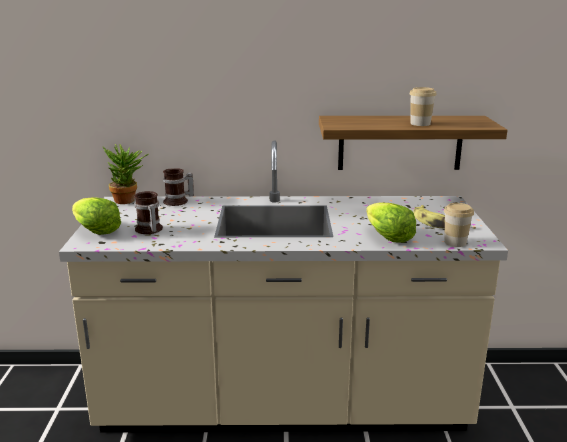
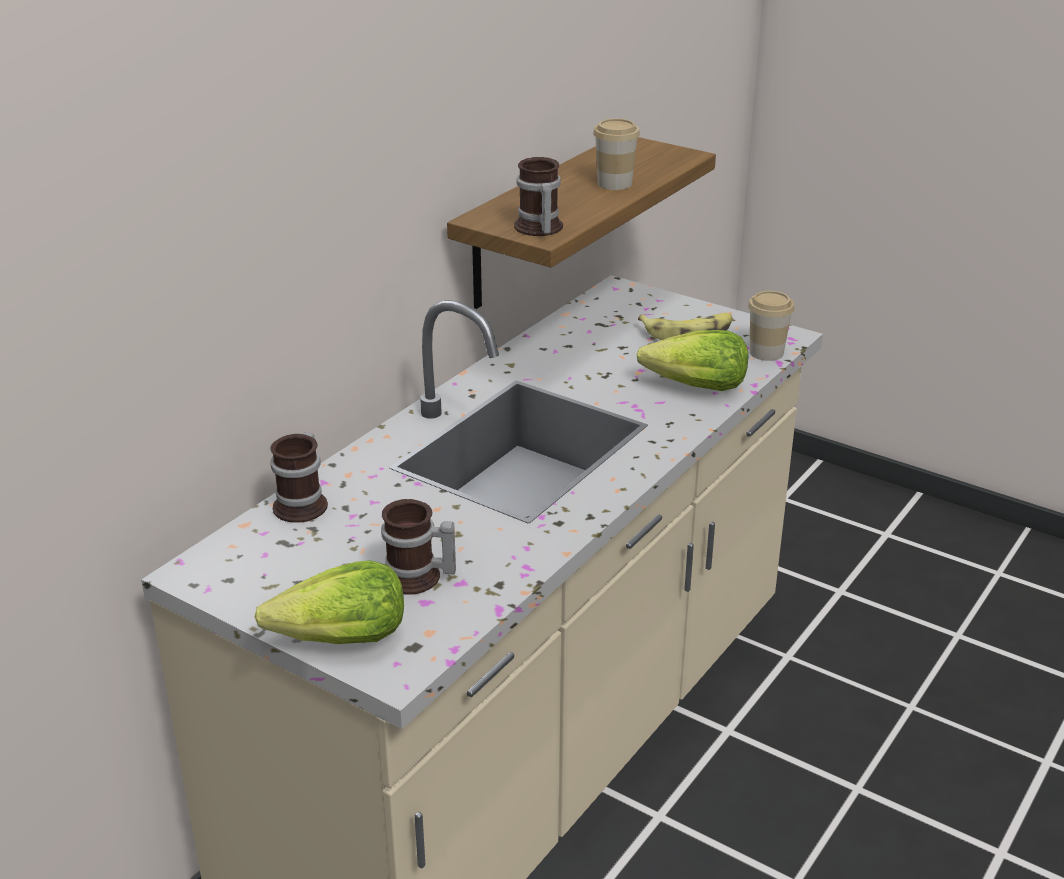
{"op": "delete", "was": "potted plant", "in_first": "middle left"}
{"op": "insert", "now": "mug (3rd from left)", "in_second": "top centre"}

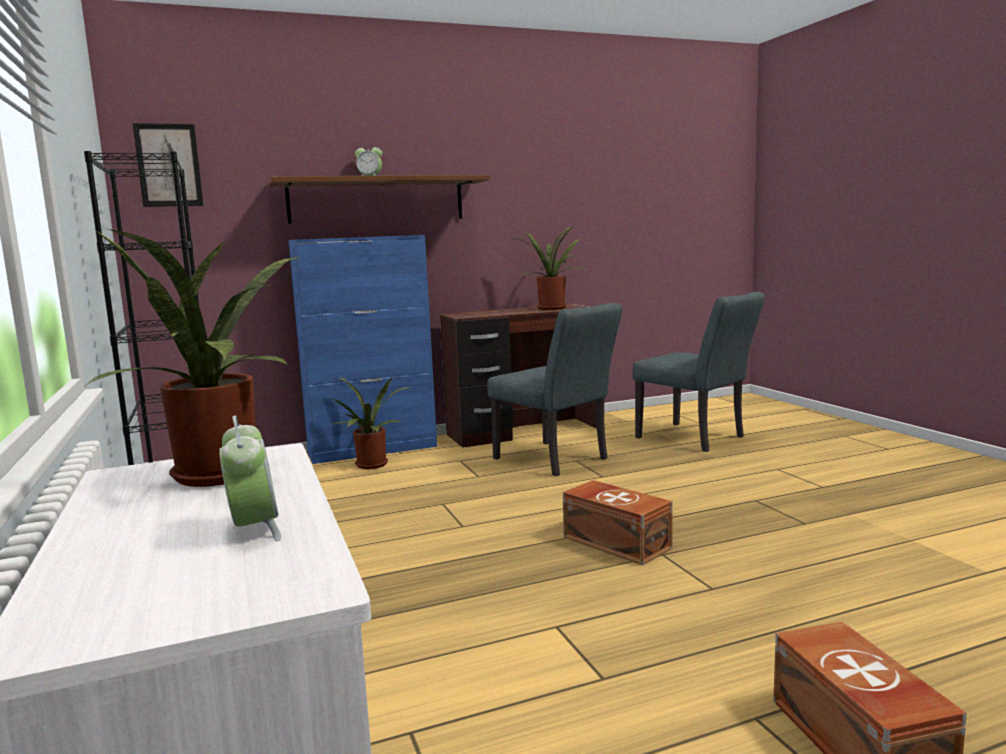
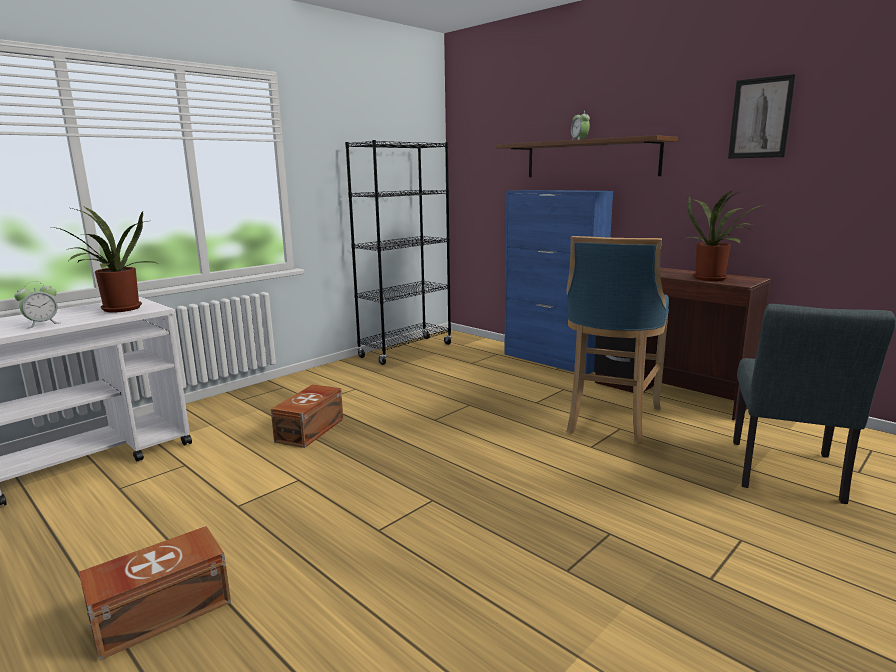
{"op": "move", "was": "picture", "in_first": "top left", "in_second": "top right"}
{"op": "delete", "was": "potted plant (2nd from left)", "in_first": "centre"}
{"op": "replace", "was": "grey chair (1st from left)", "now": "blue stool", "in_first": "centre", "in_second": "middle right"}
{"op": "move", "was": "brown storage box (1st from left in the first image)", "now": "brown storage box (2nd from left)", "in_first": "bottom centre", "in_second": "centre"}

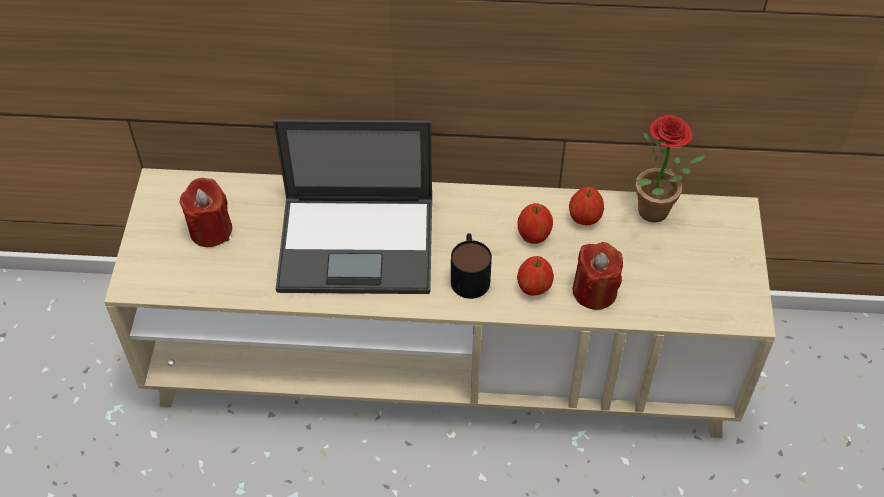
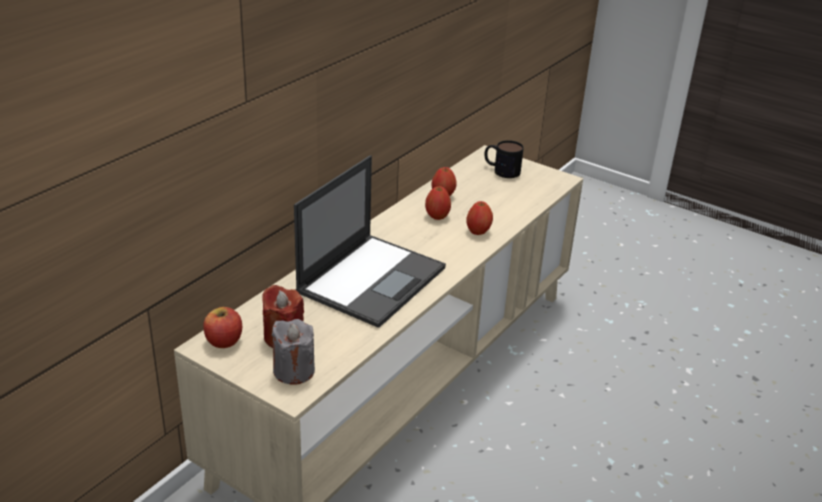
{"op": "move", "was": "mug", "in_first": "centre", "in_second": "top centre"}
{"op": "delete", "was": "red candle (2nd from left)", "in_first": "middle right"}
{"op": "delete", "was": "potted plant", "in_first": "middle right"}
{"op": "insert", "now": "apple (1st from left)", "in_second": "middle left"}
{"op": "insert", "now": "grey candle", "in_second": "bottom centre"}

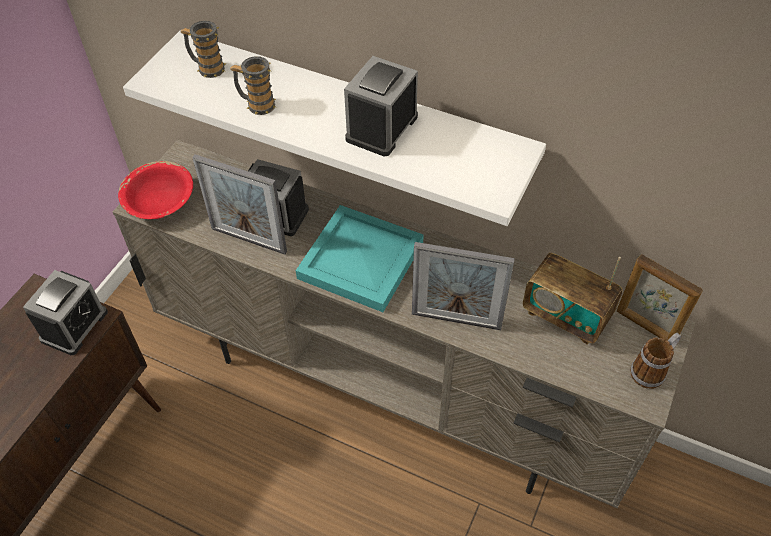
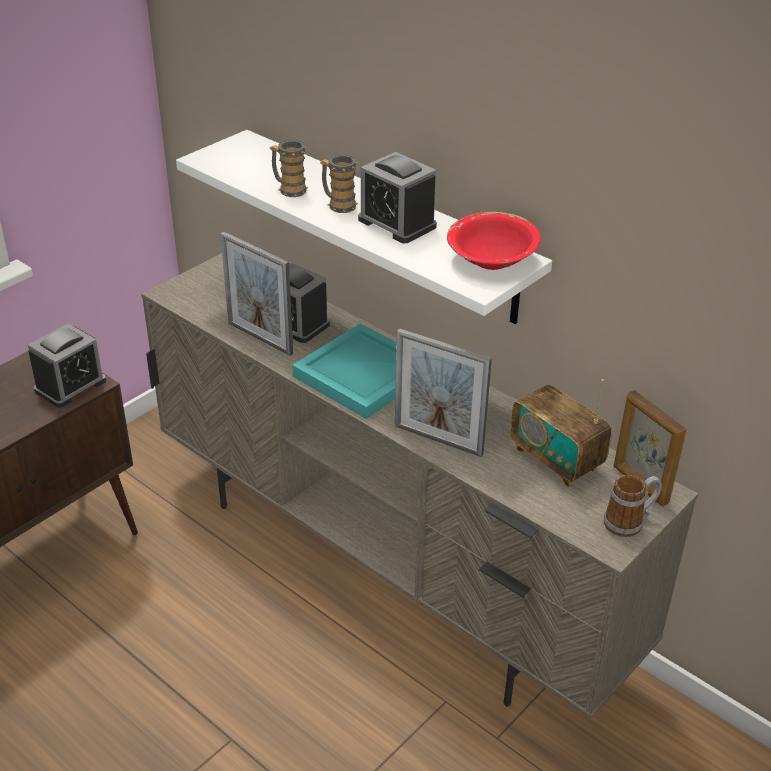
{"op": "move", "was": "red bowl", "in_first": "middle left", "in_second": "top centre"}
{"op": "move", "was": "mug (1st from left in the first image)", "now": "mug (2nd from left)", "in_first": "top left", "in_second": "top centre"}
{"op": "rotate", "was": "alarm clock (3rd from left)", "in_first": "top centre", "in_second": "top centre", "clockwise": -90}

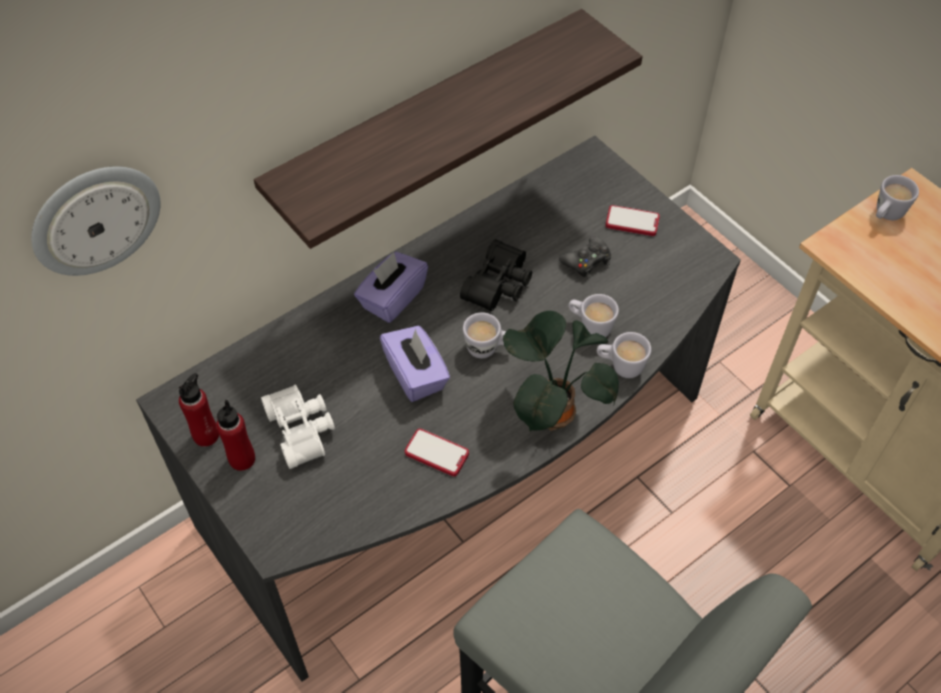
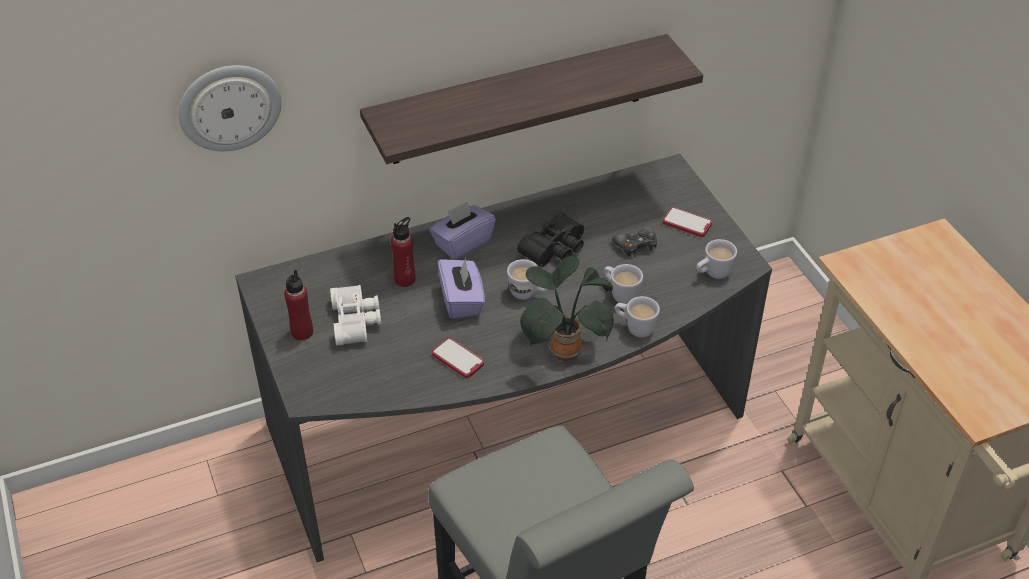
{"op": "move", "was": "red bottle (1st from left in the first image)", "now": "red bottle (2nd from left)", "in_first": "middle left", "in_second": "centre"}
{"op": "move", "was": "white mug (4th from left)", "in_first": "top right", "in_second": "middle right"}

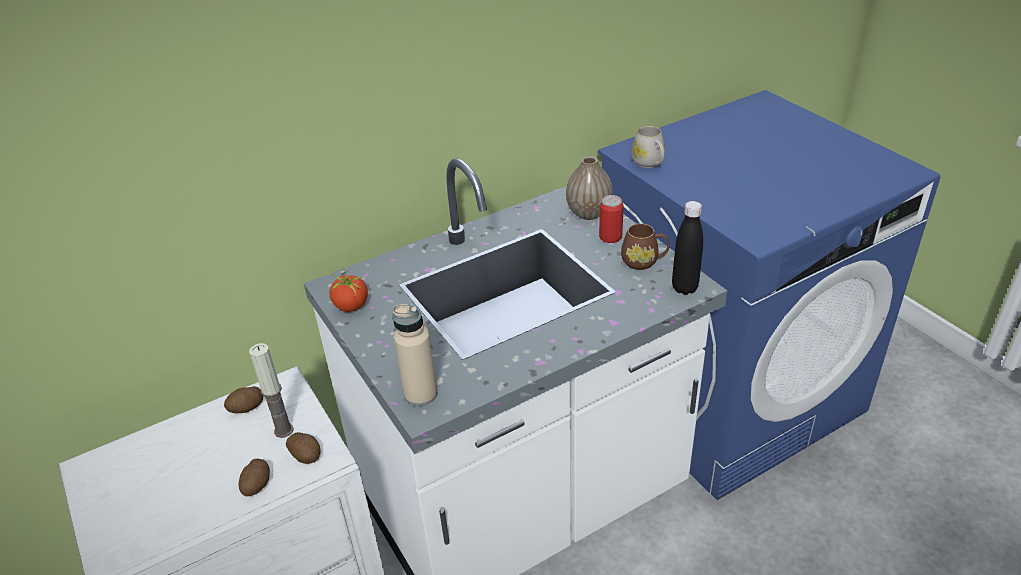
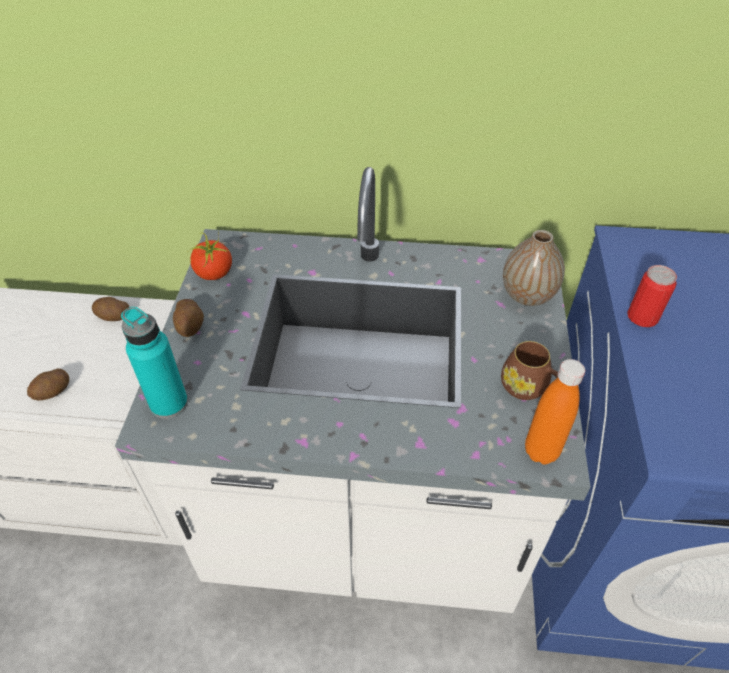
{"op": "delete", "was": "candle", "in_first": "bottom left"}
{"op": "move", "was": "potato (3rd from left)", "in_first": "bottom left", "in_second": "middle left"}
{"op": "recolor", "was": "beige bottle", "now": "turquoise bottle", "in_first": "centre", "in_second": "middle left"}
{"op": "move", "was": "can", "in_first": "centre", "in_second": "middle right"}
{"op": "delete", "was": "white mug", "in_first": "top centre"}
{"op": "recolor", "was": "black bottle", "now": "orange bottle", "in_first": "middle right", "in_second": "middle right"}

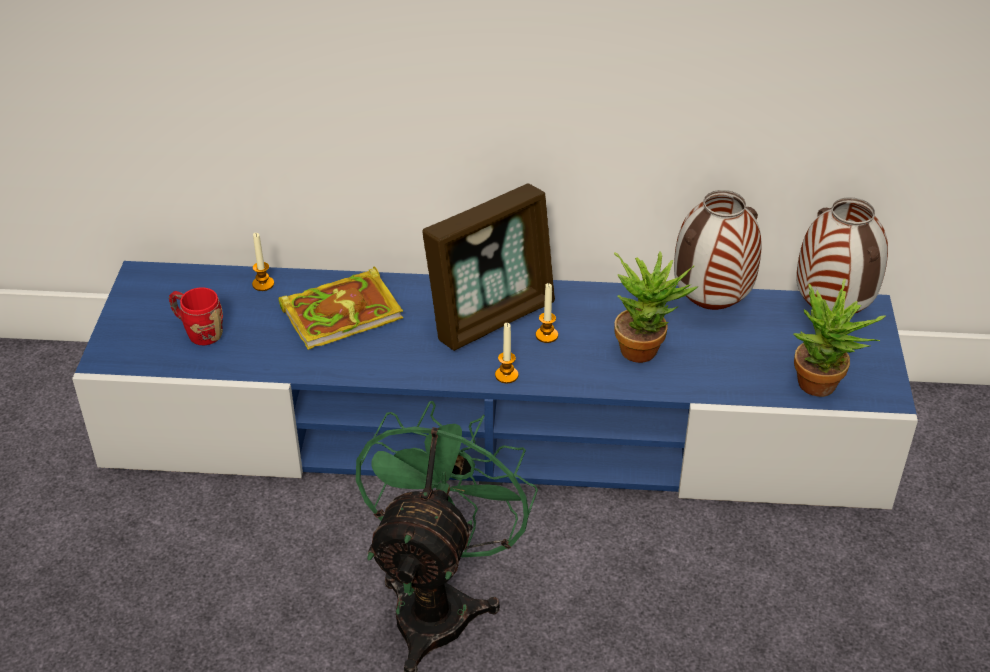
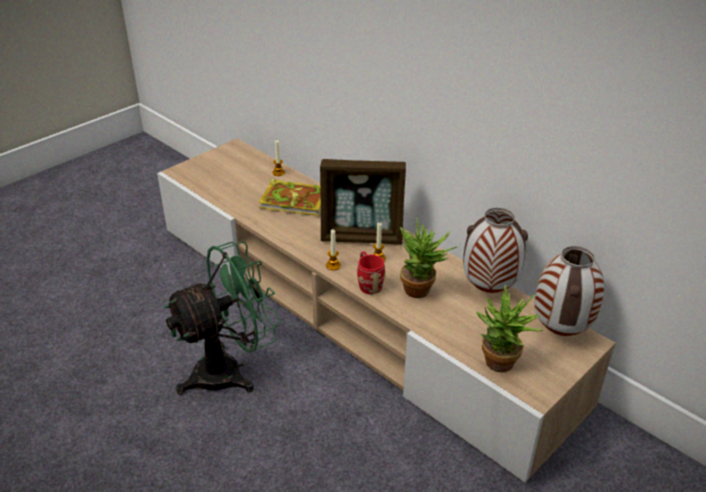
{"op": "recolor", "was": "blue tv stand", "now": "beige tv stand", "in_first": "centre", "in_second": "centre"}
{"op": "move", "was": "red mug", "in_first": "middle left", "in_second": "centre"}

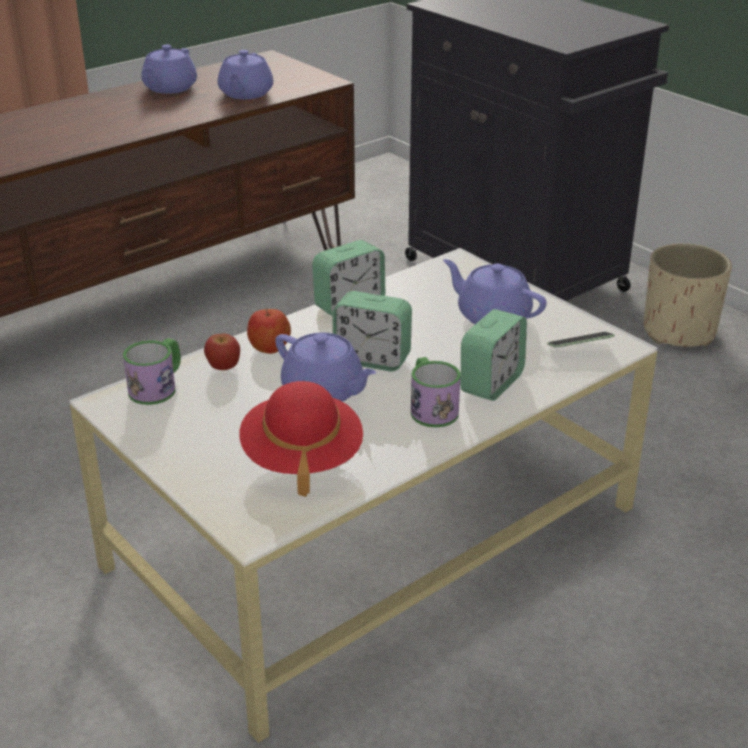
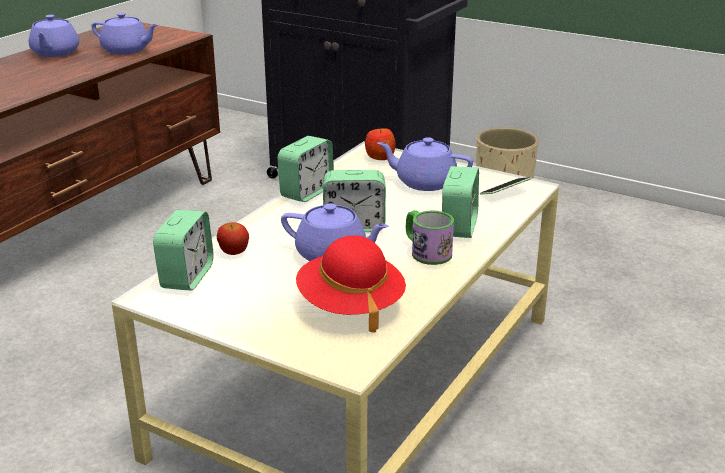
{"op": "replace", "was": "mug (1st from left)", "now": "alarm clock (1st from left)", "in_first": "middle left", "in_second": "middle left"}
{"op": "rotate", "was": "purple teapot (2nd from left)", "in_first": "top left", "in_second": "top left", "clockwise": -60}
{"op": "move", "was": "apple (2nd from left)", "in_first": "centre", "in_second": "top centre"}

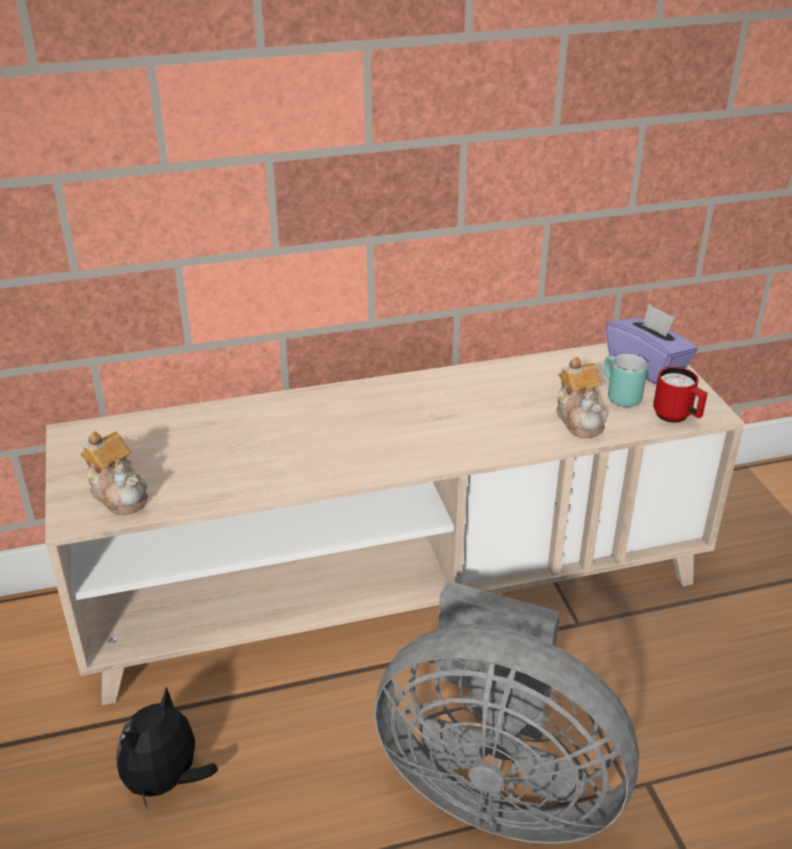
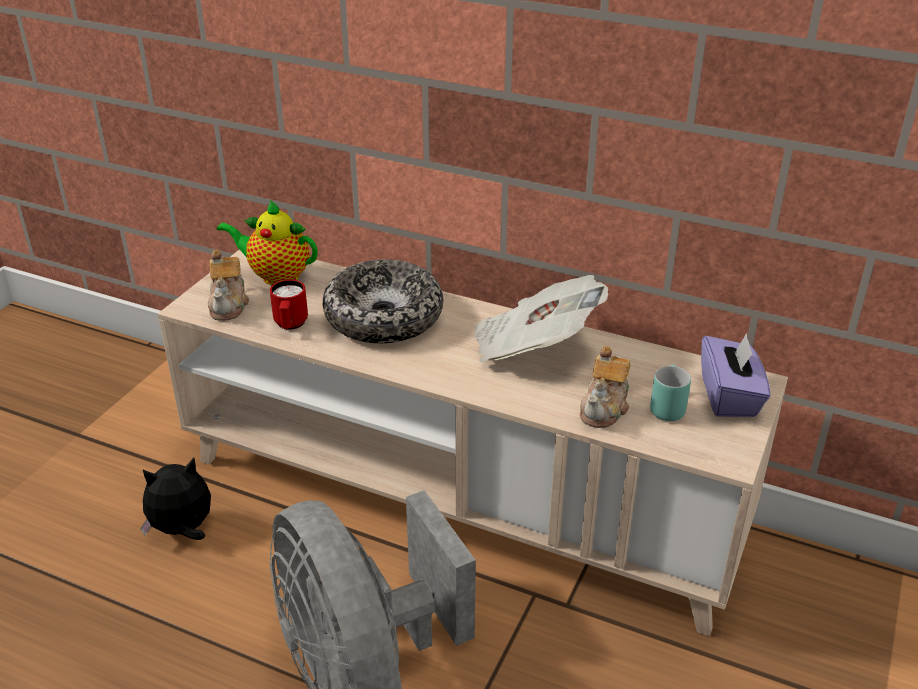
{"op": "move", "was": "red mug", "in_first": "middle right", "in_second": "middle left"}
{"op": "insert", "now": "teapot (2nd from left)", "in_second": "middle left"}
{"op": "insert", "now": "bowl", "in_second": "centre"}
{"op": "insert", "now": "newspaper", "in_second": "centre"}

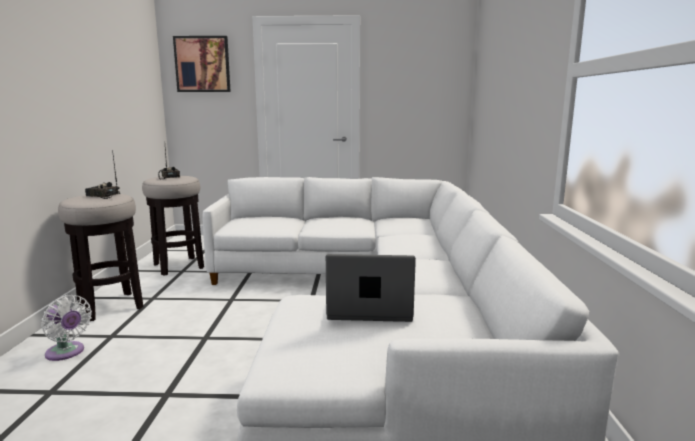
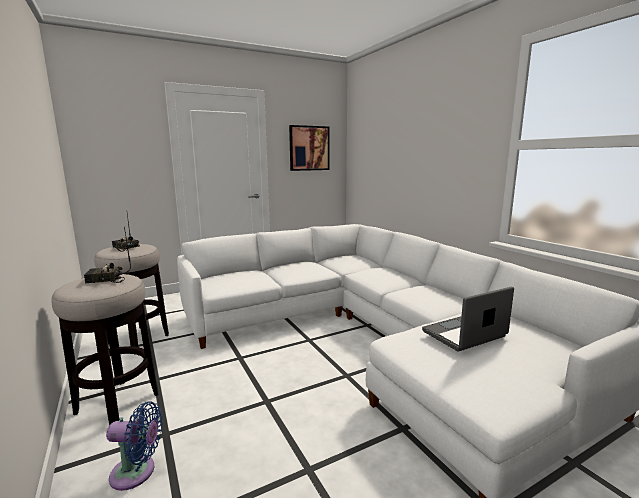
{"op": "recolor", "was": "white fan", "now": "blue fan", "in_first": "bottom left", "in_second": "bottom left"}
{"op": "move", "was": "picture", "in_first": "top left", "in_second": "top centre"}

